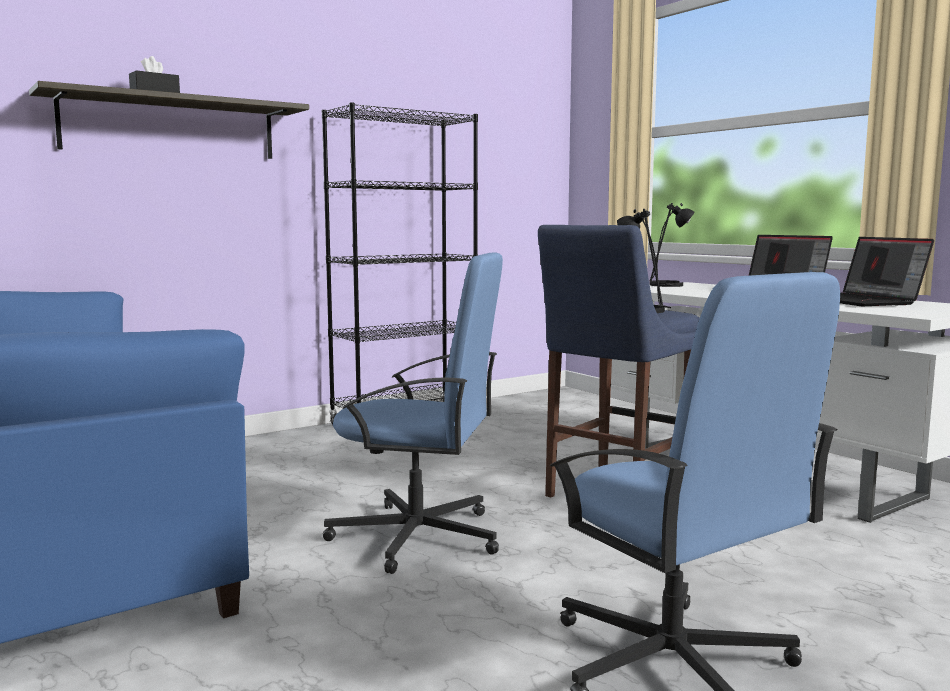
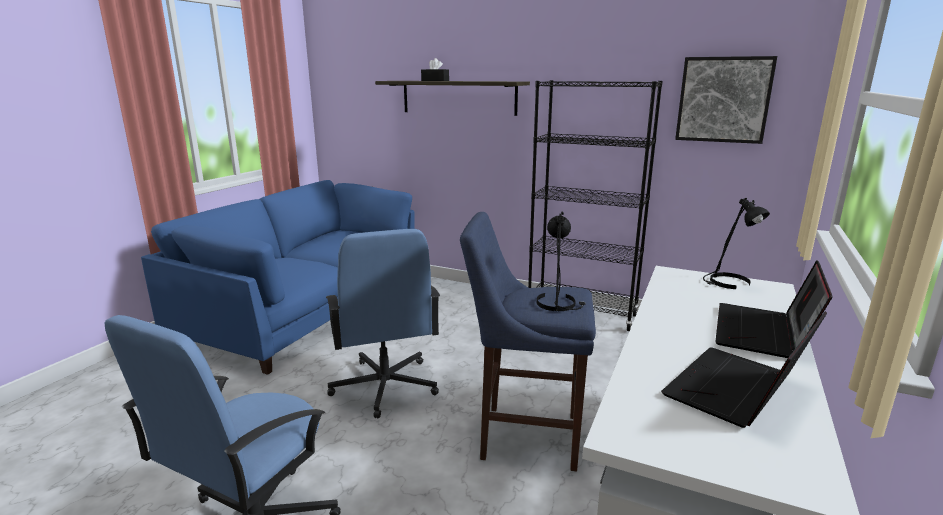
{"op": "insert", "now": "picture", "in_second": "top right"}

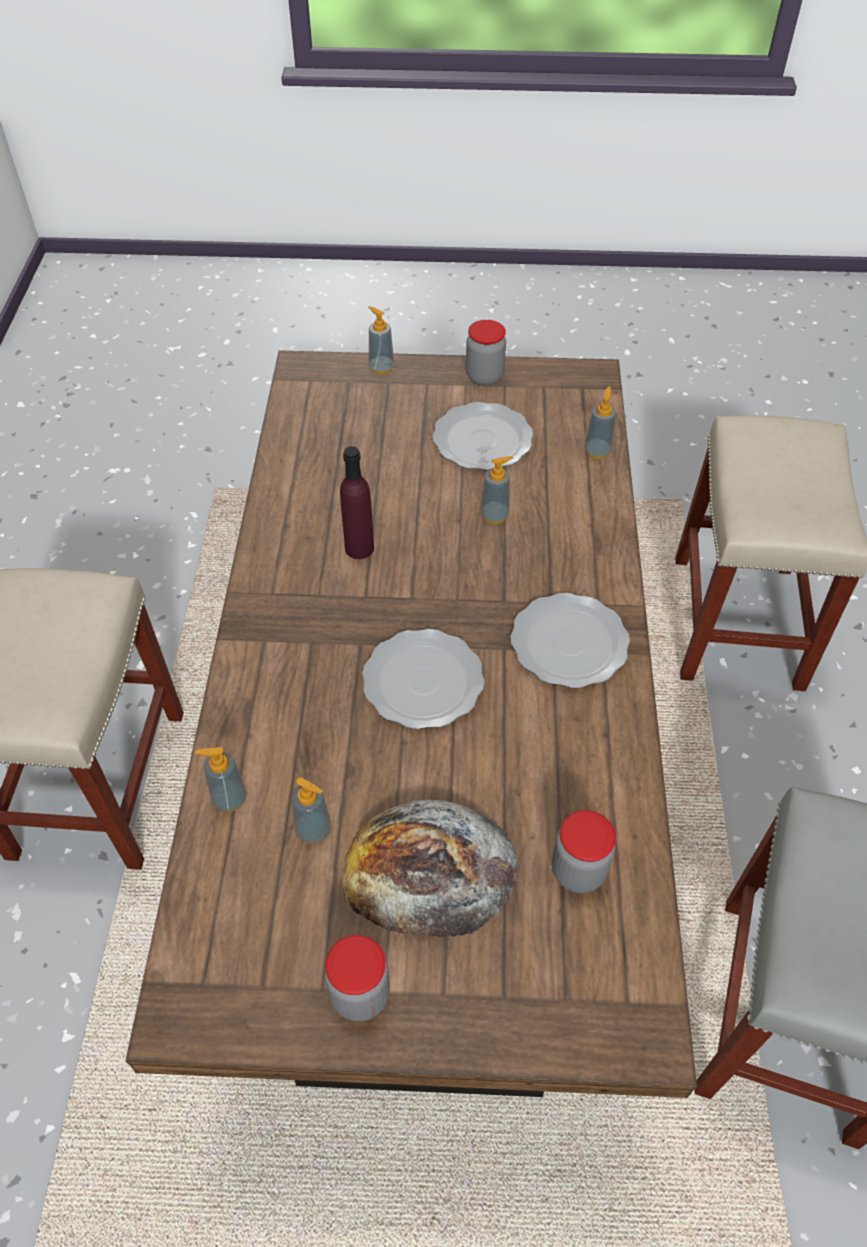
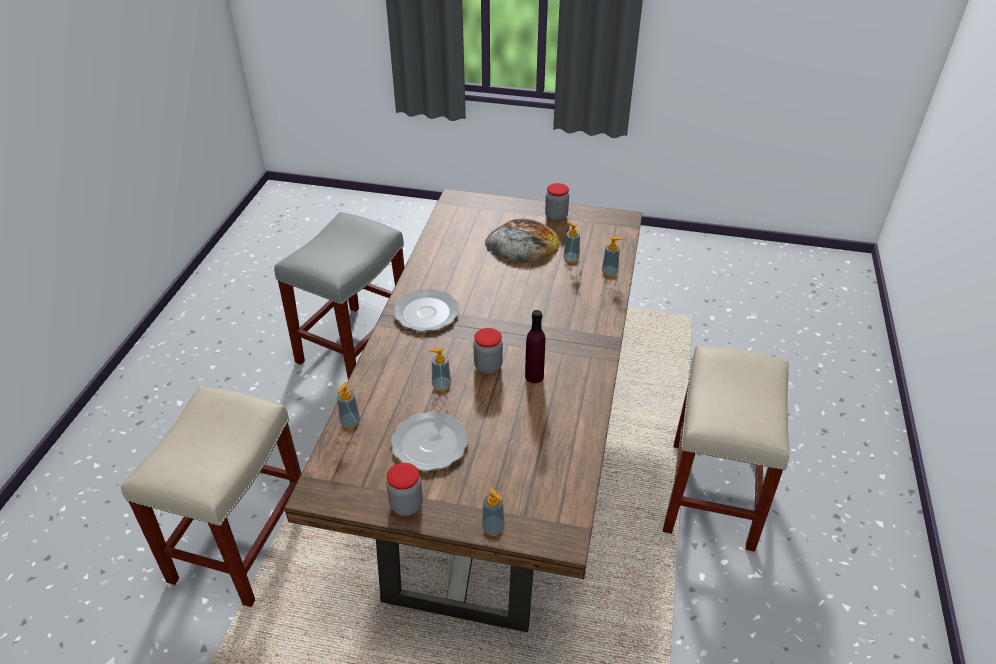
{"op": "delete", "was": "plate (1st from left)", "in_first": "centre"}
{"op": "move", "was": "jar (3rd from left in the first image)", "now": "jar (2nd from left)", "in_first": "bottom right", "in_second": "centre"}

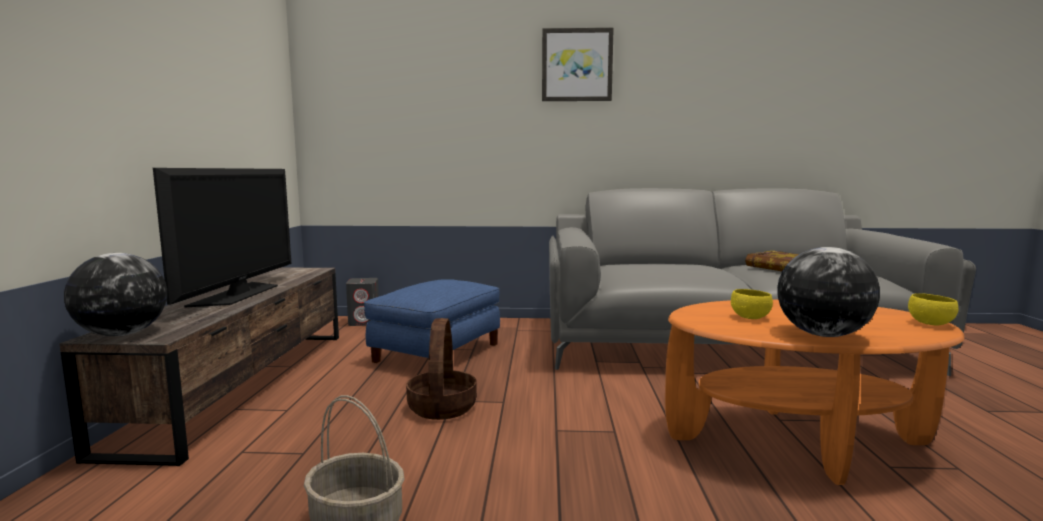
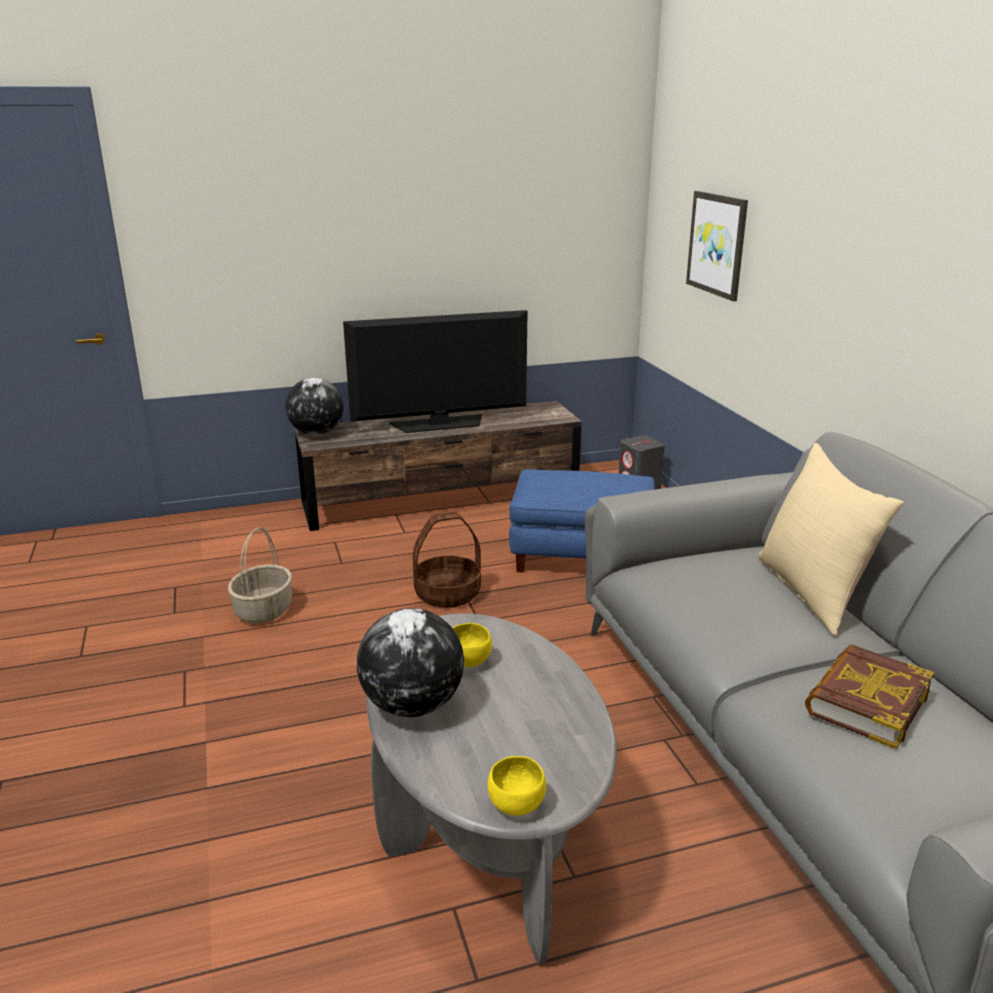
{"op": "move", "was": "picture", "in_first": "top centre", "in_second": "top right"}
{"op": "recolor", "was": "orange coffee table", "now": "grey coffee table", "in_first": "bottom right", "in_second": "bottom centre"}
{"op": "insert", "now": "beige pillow", "in_second": "middle right"}

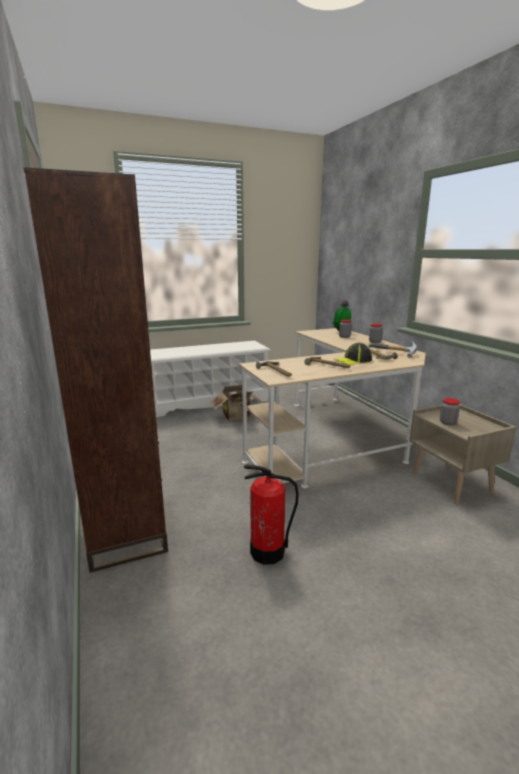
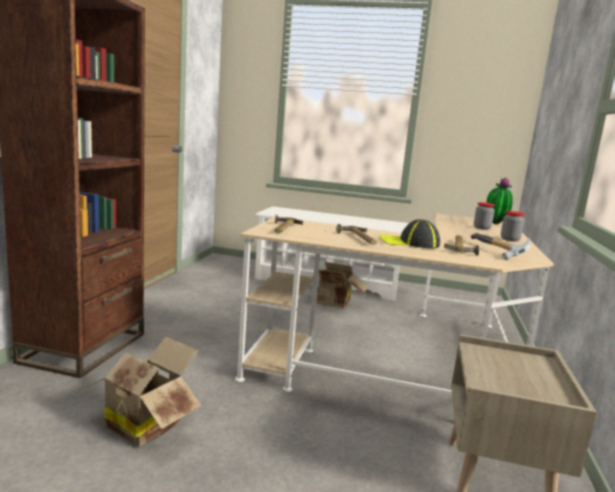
{"op": "replace", "was": "fire extinguisher", "now": "cardboard box (1st from left)", "in_first": "centre", "in_second": "bottom left"}
{"op": "delete", "was": "jar (3rd from left)", "in_first": "middle right"}

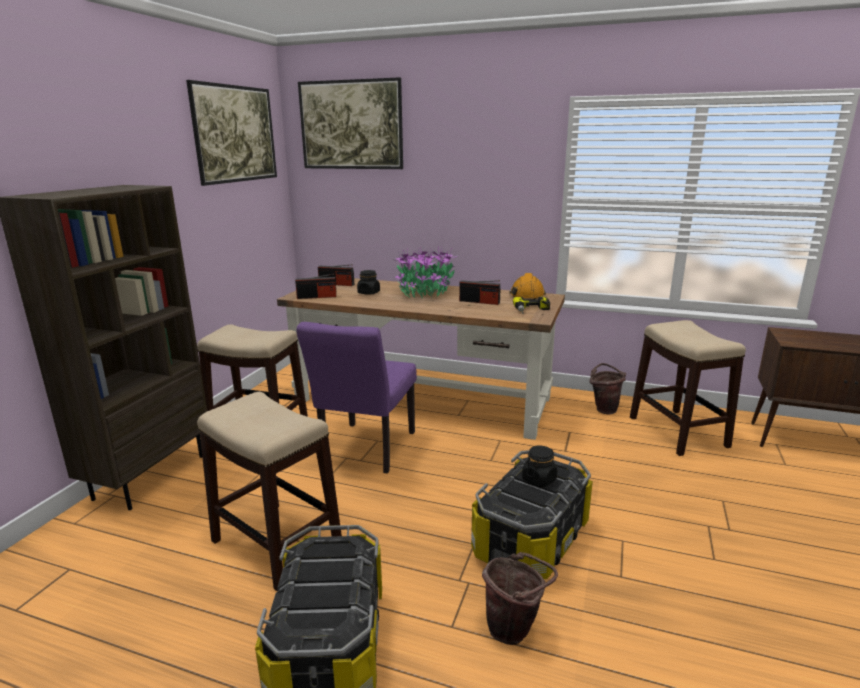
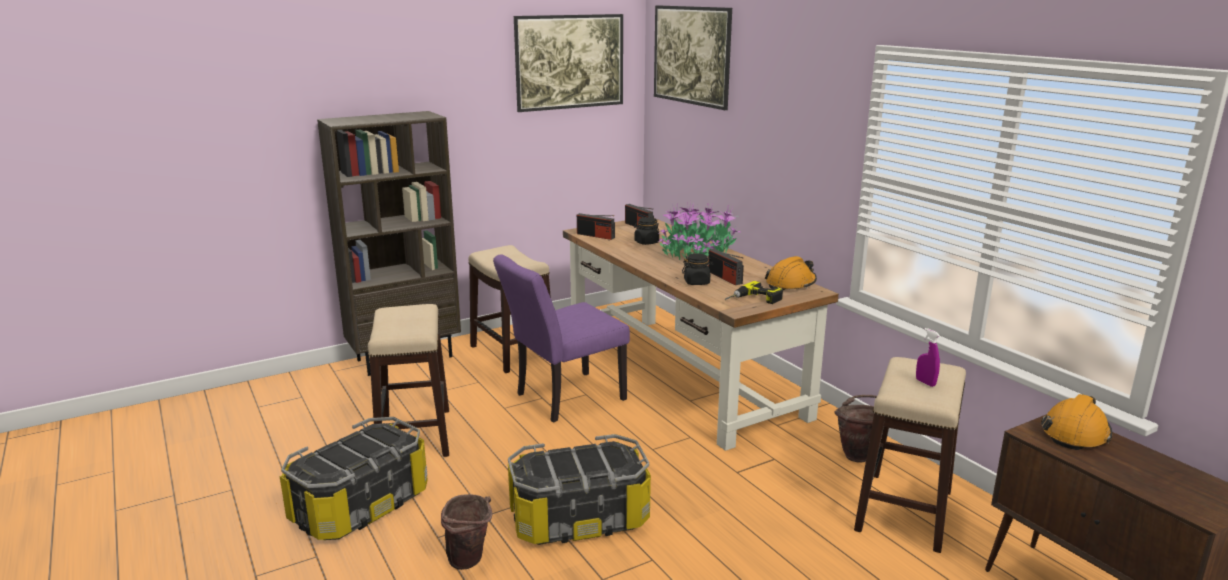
{"op": "move", "was": "black jar (2nd from left)", "in_first": "bottom centre", "in_second": "centre"}
{"op": "insert", "now": "purple spray bottle", "in_second": "middle right"}
{"op": "insert", "now": "orange hard hat (2nd from left)", "in_second": "bottom right"}

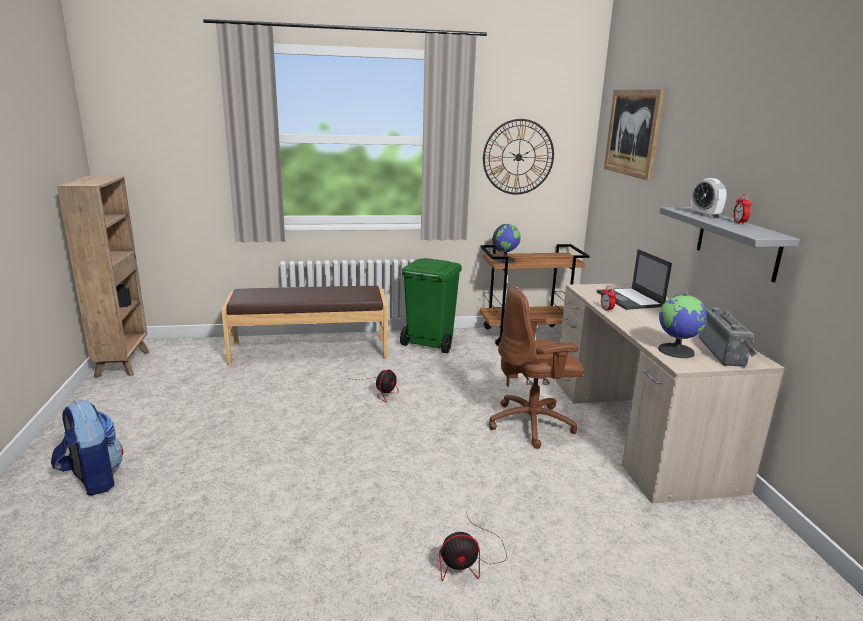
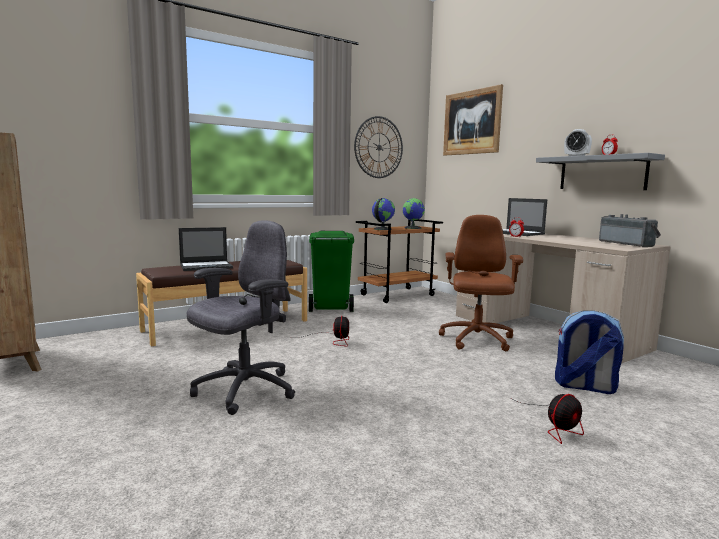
{"op": "move", "was": "backpack", "in_first": "bottom left", "in_second": "middle right"}
{"op": "rotate", "was": "brown office chair", "in_first": "centre", "in_second": "middle right", "clockwise": 135}
{"op": "move", "was": "globe (2nd from left)", "in_first": "middle right", "in_second": "centre"}
{"op": "insert", "now": "laptop (1st from left)", "in_second": "middle left"}
{"op": "insert", "now": "grey office chair", "in_second": "centre"}

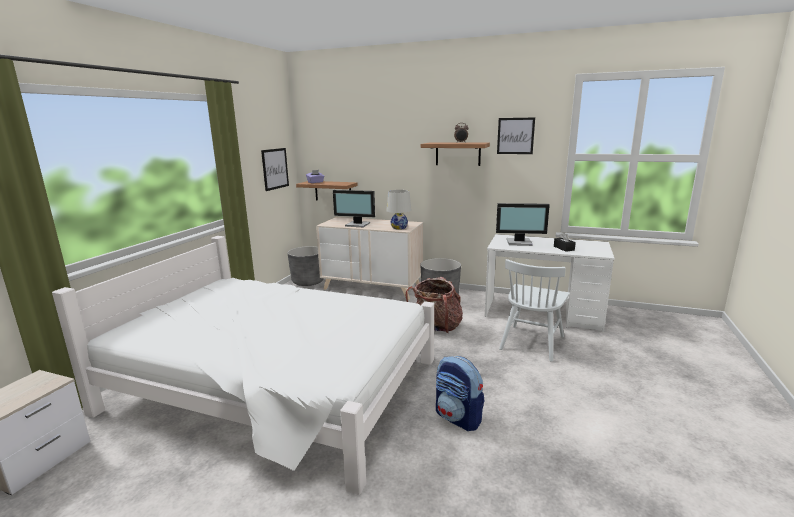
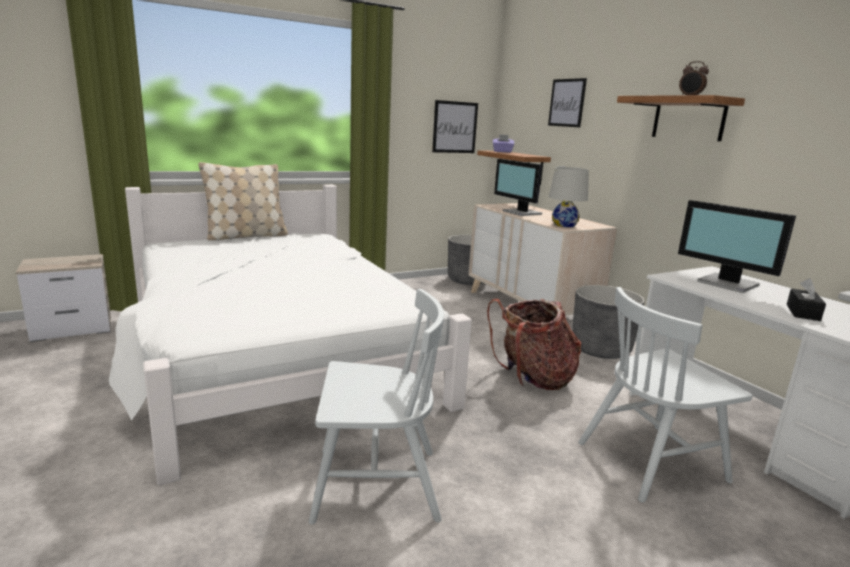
{"op": "replace", "was": "backpack (2nd from left)", "now": "white chair (1st from left)", "in_first": "bottom centre", "in_second": "bottom centre"}
{"op": "move", "was": "picture (2nd from left)", "in_first": "top centre", "in_second": "top right"}
{"op": "insert", "now": "beige pillow", "in_second": "middle left"}

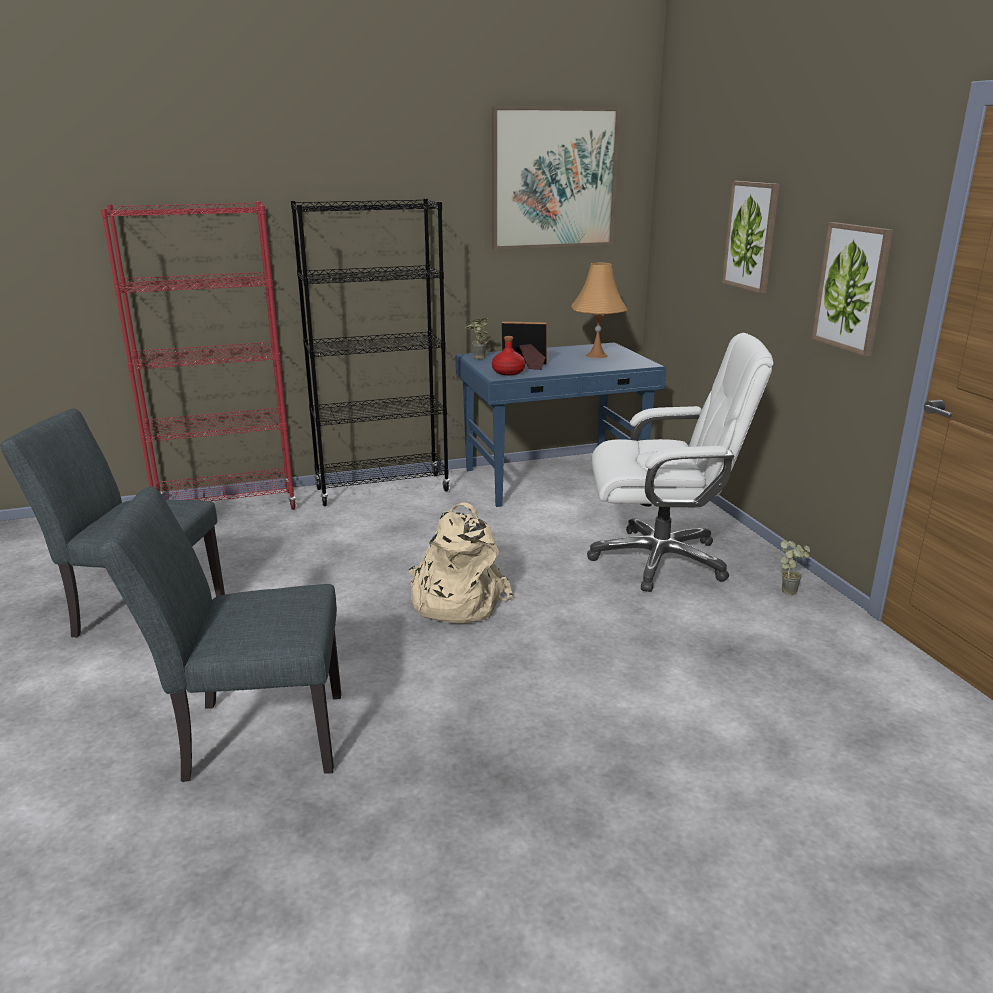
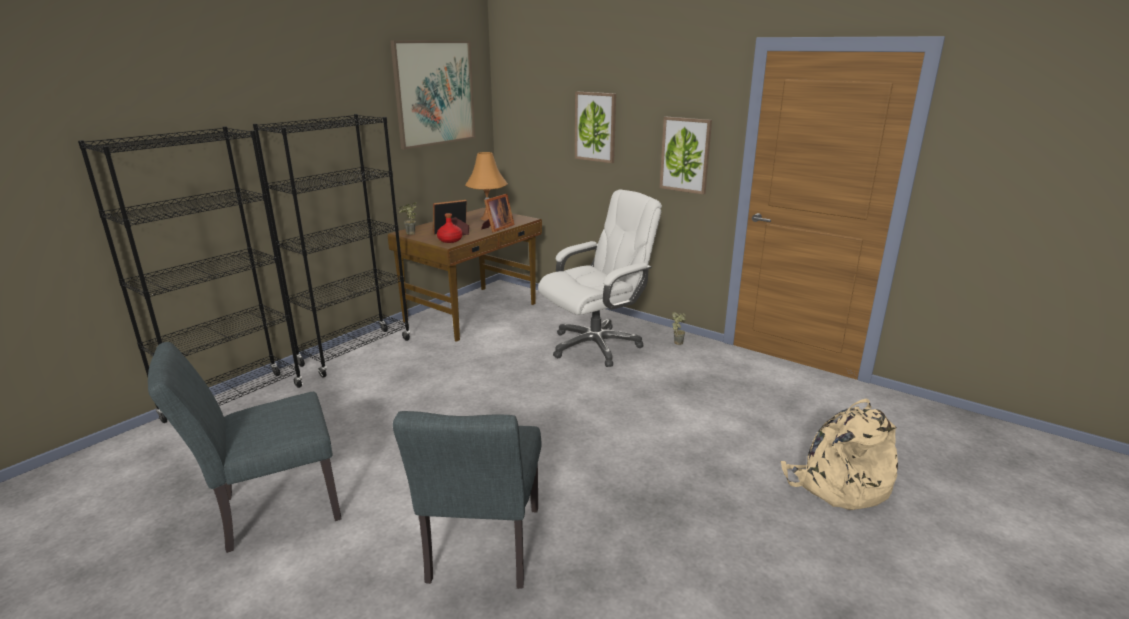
{"op": "rotate", "was": "grey chair (2nd from left)", "in_first": "middle left", "in_second": "bottom centre", "clockwise": -45}
{"op": "recolor", "was": "red bookcase", "now": "black bookcase (1st from left)", "in_first": "middle left", "in_second": "middle left"}
{"op": "move", "was": "beige backpack", "in_first": "centre", "in_second": "bottom right"}
{"op": "recolor", "was": "blue desk", "now": "brown desk", "in_first": "centre", "in_second": "centre"}
{"op": "insert", "now": "picture frame (2nd from left)", "in_second": "centre"}

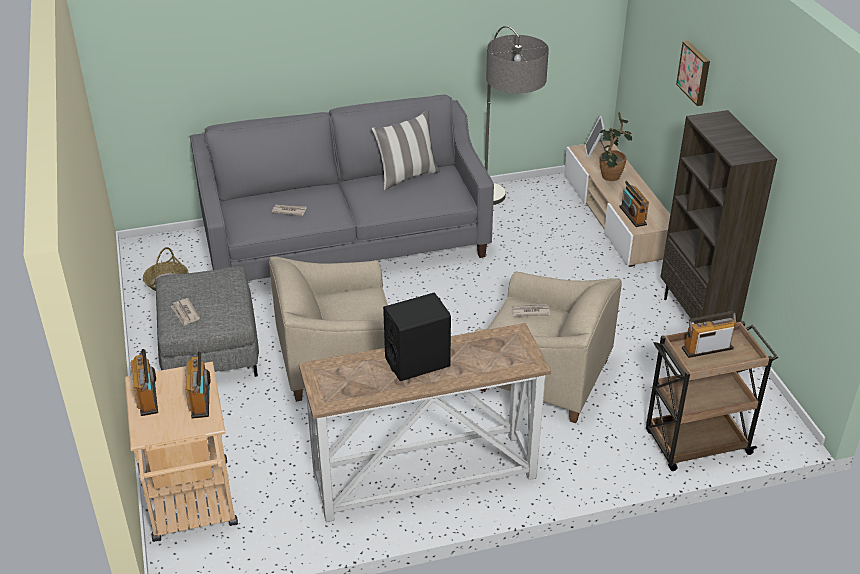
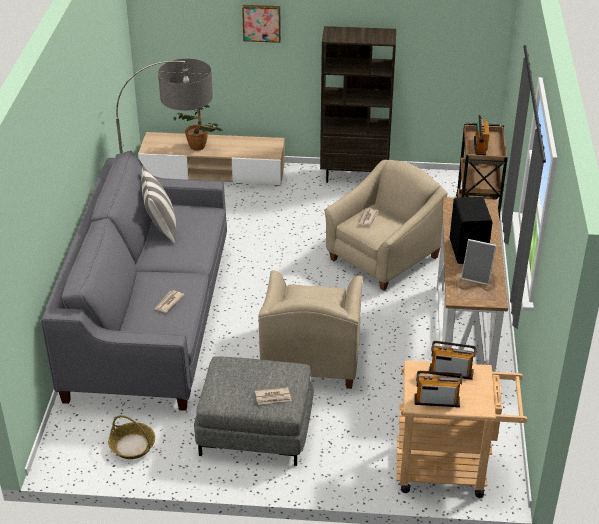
{"op": "move", "was": "picture frame", "in_first": "top right", "in_second": "middle right"}
{"op": "delete", "was": "radio (3rd from left)", "in_first": "middle right"}

